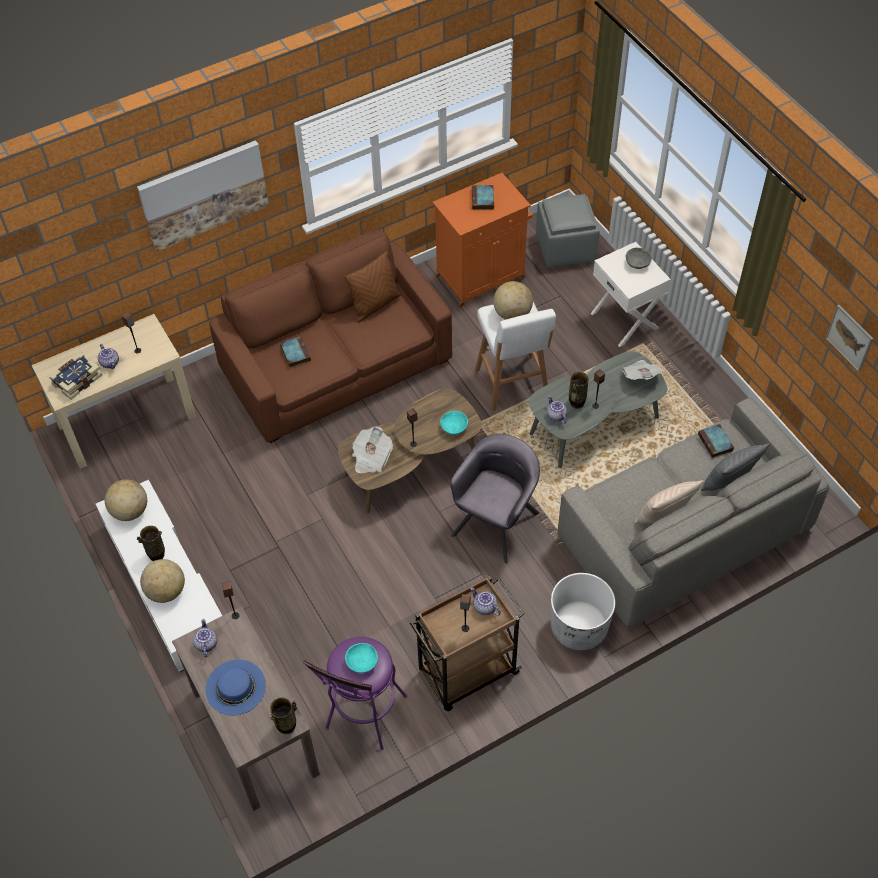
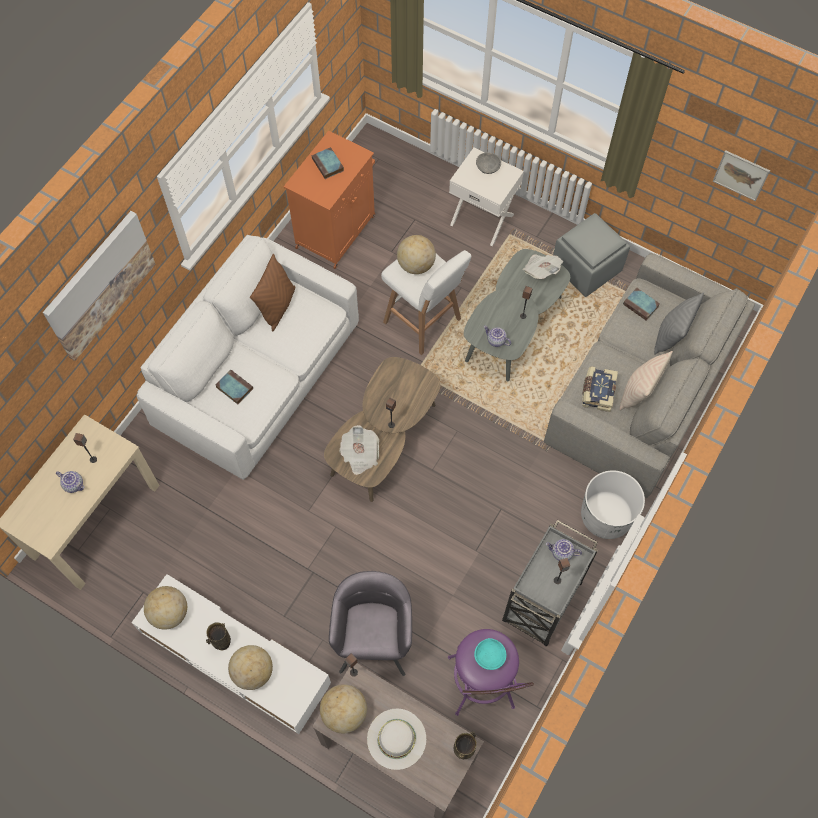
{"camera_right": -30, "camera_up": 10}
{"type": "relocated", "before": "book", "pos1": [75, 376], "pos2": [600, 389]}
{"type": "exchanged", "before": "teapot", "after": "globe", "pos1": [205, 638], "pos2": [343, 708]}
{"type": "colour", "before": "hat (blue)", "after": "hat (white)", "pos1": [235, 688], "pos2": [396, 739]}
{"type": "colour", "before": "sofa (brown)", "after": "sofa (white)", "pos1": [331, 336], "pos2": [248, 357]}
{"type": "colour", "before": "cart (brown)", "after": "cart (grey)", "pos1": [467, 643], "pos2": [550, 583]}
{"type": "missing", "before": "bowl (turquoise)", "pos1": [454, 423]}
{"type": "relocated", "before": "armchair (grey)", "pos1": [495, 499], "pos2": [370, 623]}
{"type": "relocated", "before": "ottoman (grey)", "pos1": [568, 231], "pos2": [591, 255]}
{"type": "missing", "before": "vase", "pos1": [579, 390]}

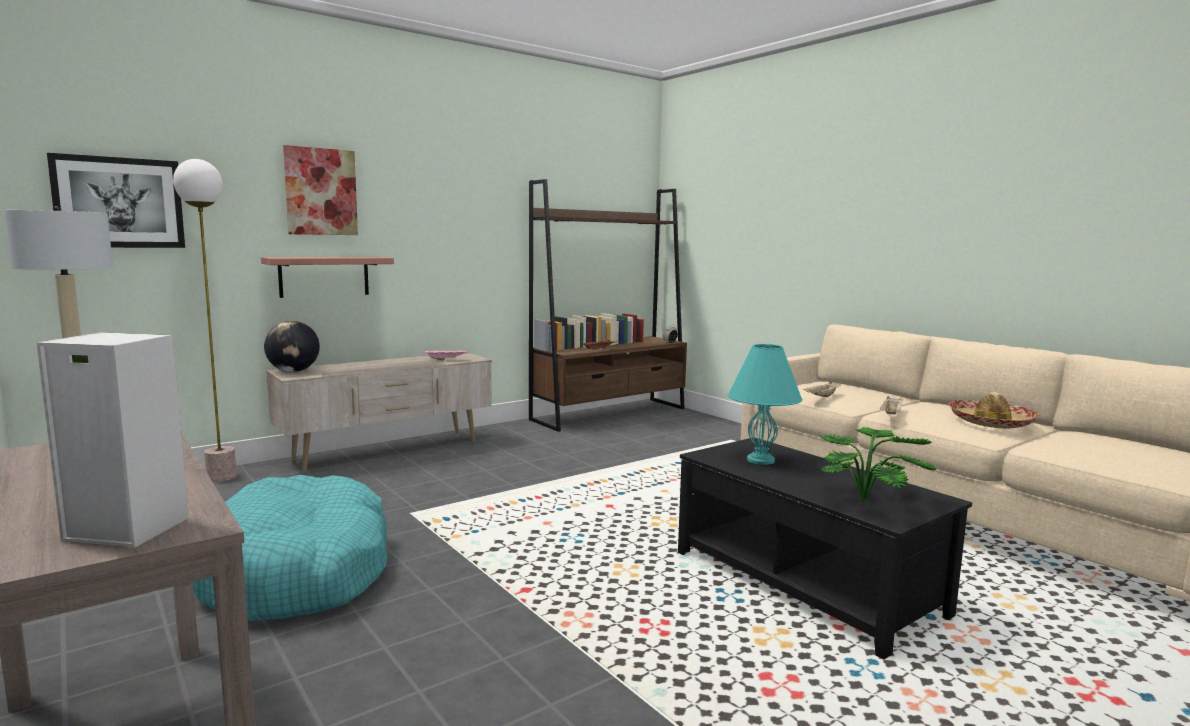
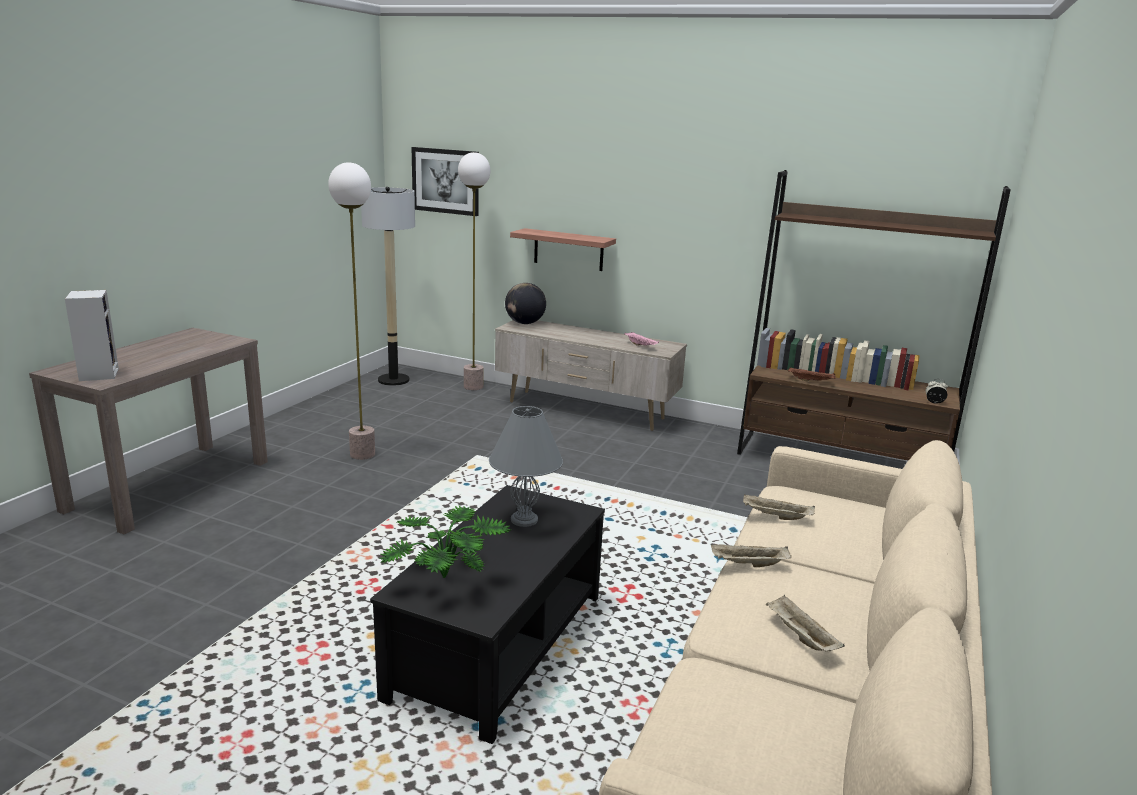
{"camera_right": 60, "camera_up": 10}
{"type": "exchanged", "before": "dog bed (turquoise)", "after": "floor lamp", "pos1": [290, 548], "pos2": [351, 311]}
{"type": "missing", "before": "picture", "pos1": [320, 190]}
{"type": "colour", "before": "table lamp (turquoise)", "after": "table lamp (grey)", "pos1": [765, 404], "pos2": [526, 466]}
{"type": "exchanged", "before": "hat", "after": "tray (beige)", "pos1": [994, 410], "pos2": [805, 623]}

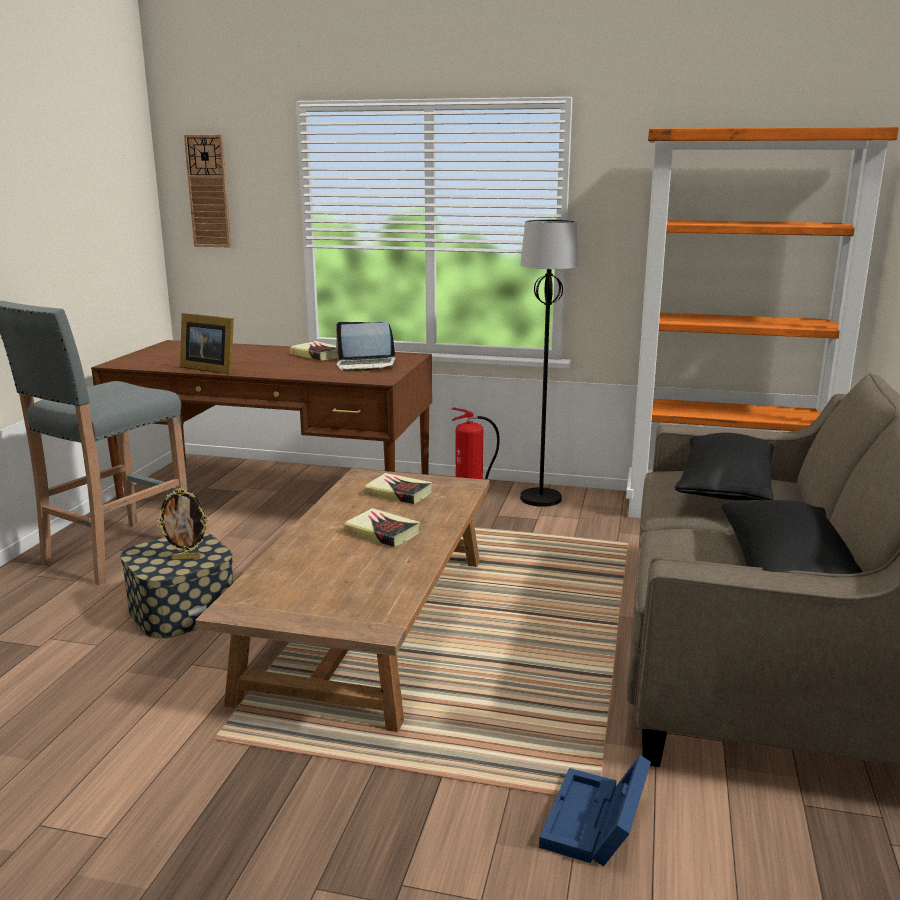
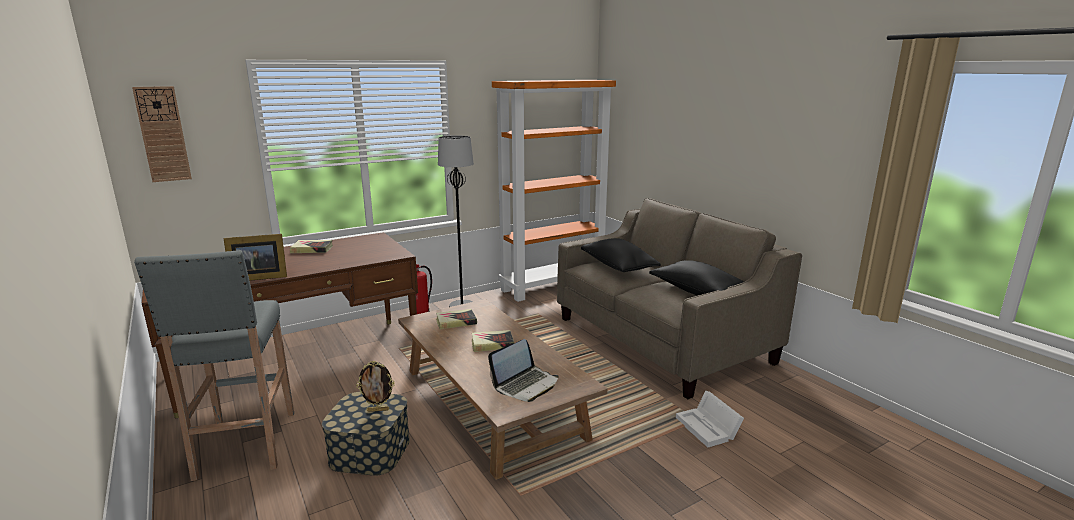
{"camera_right": -45, "camera_up": 0}
{"type": "spun", "before": "picture frame", "pos1": [183, 524], "pos2": [375, 386], "turn": 45}
{"type": "relocated", "before": "laptop", "pos1": [366, 347], "pos2": [523, 370]}
{"type": "colour", "before": "storage box (blue)", "after": "storage box (white)", "pos1": [595, 811], "pos2": [710, 419]}

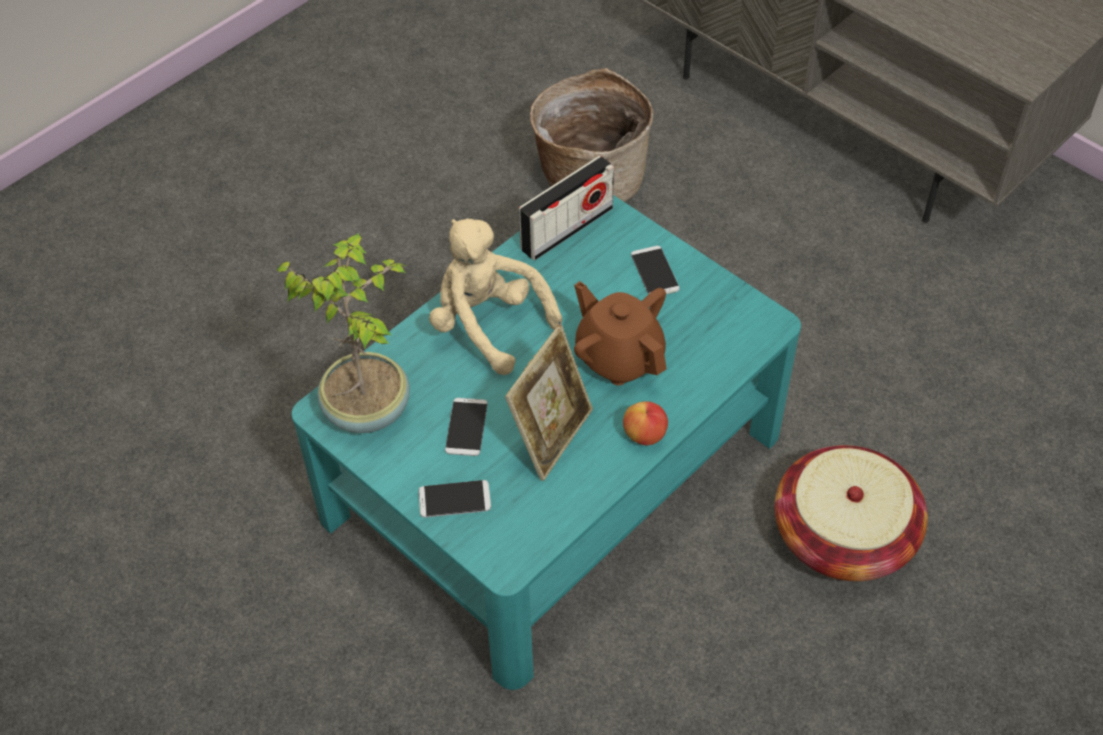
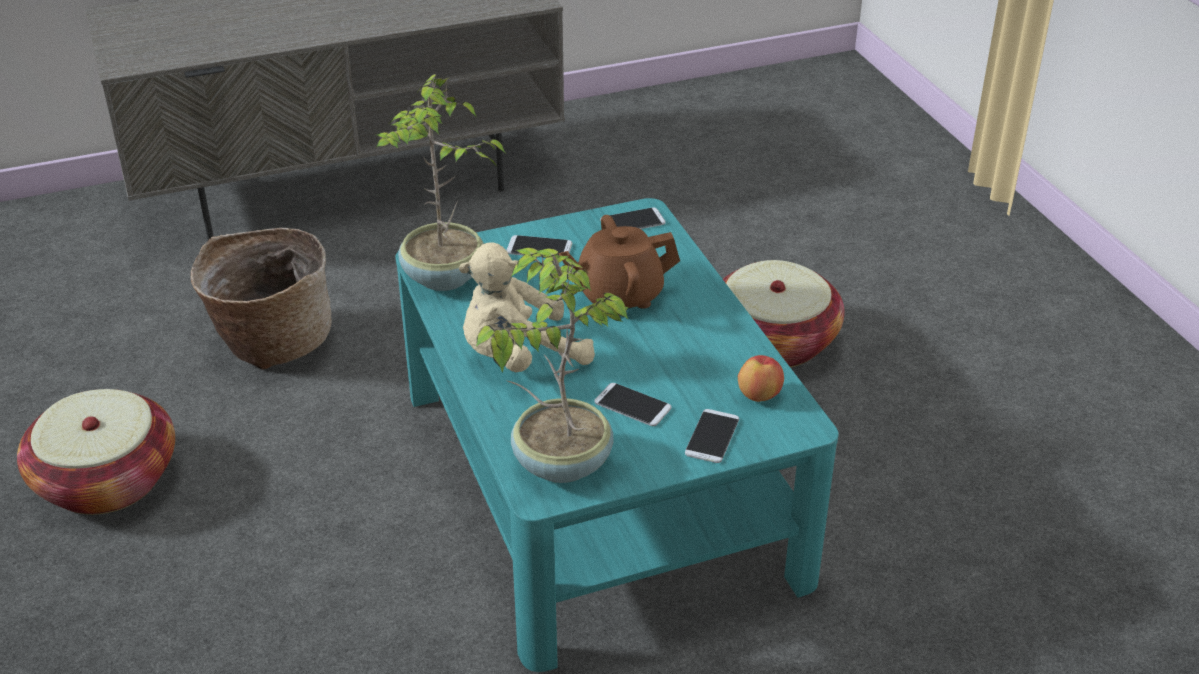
{"camera_right": -65, "camera_up": -15}
{"type": "missing", "before": "picture frame", "pos1": [549, 403]}
{"type": "exchanged", "before": "radio", "after": "potted plant", "pos1": [566, 208], "pos2": [440, 182]}
{"type": "relocated", "before": "apple", "pos1": [645, 423], "pos2": [761, 378]}
{"type": "appeared", "after": "basket", "pos2": [96, 452]}
{"type": "appeared", "after": "phone", "pos2": [633, 218]}

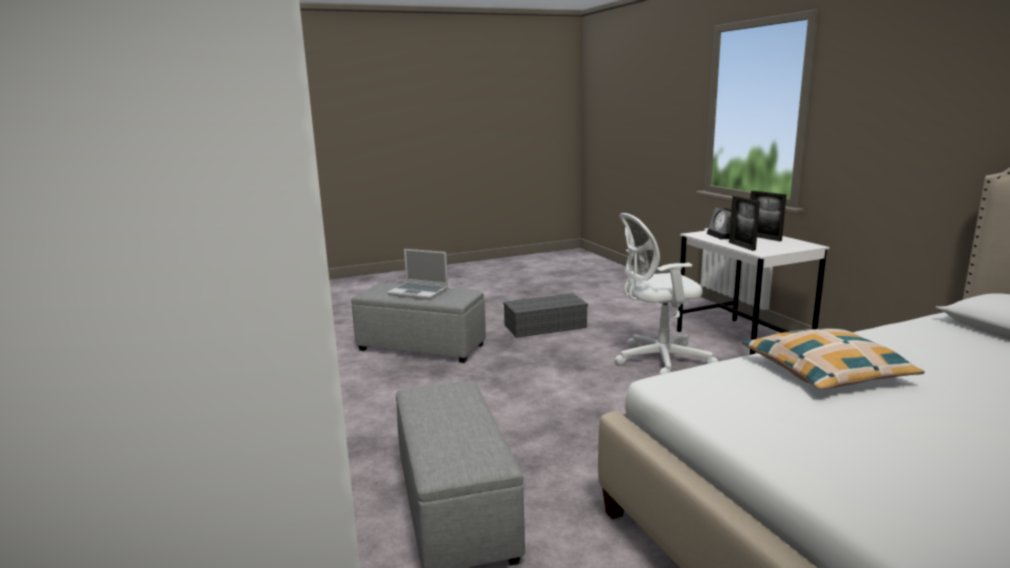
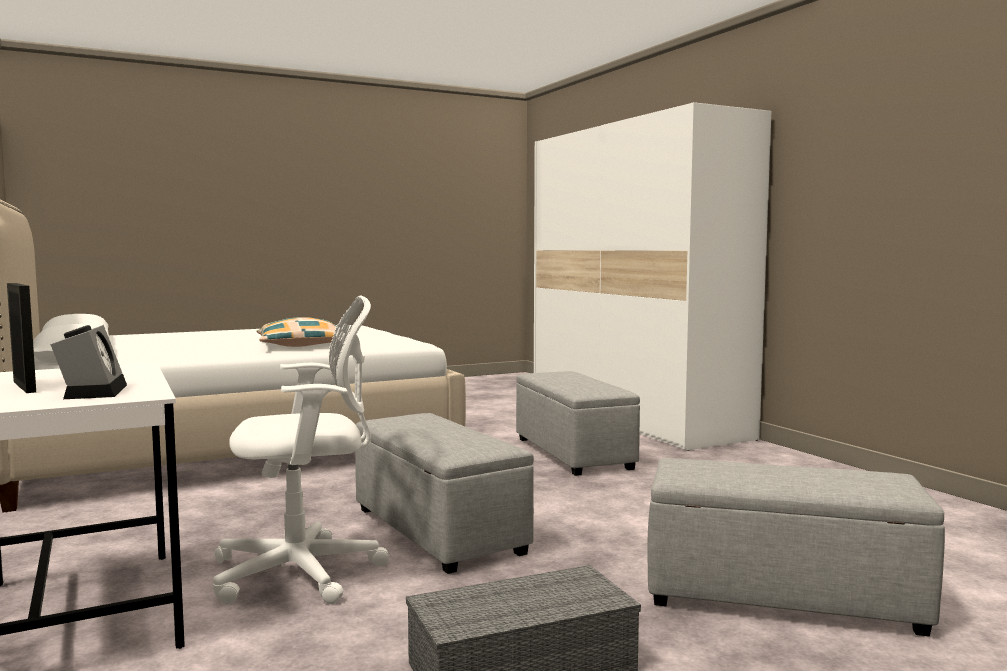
{"camera_right": 175, "camera_up": -10}
{"type": "missing", "before": "laptop", "pos1": [417, 274]}
{"type": "missing", "before": "picture frame", "pos1": [744, 223]}
{"type": "appeared", "after": "ottoman (grey)", "pos2": [444, 493]}

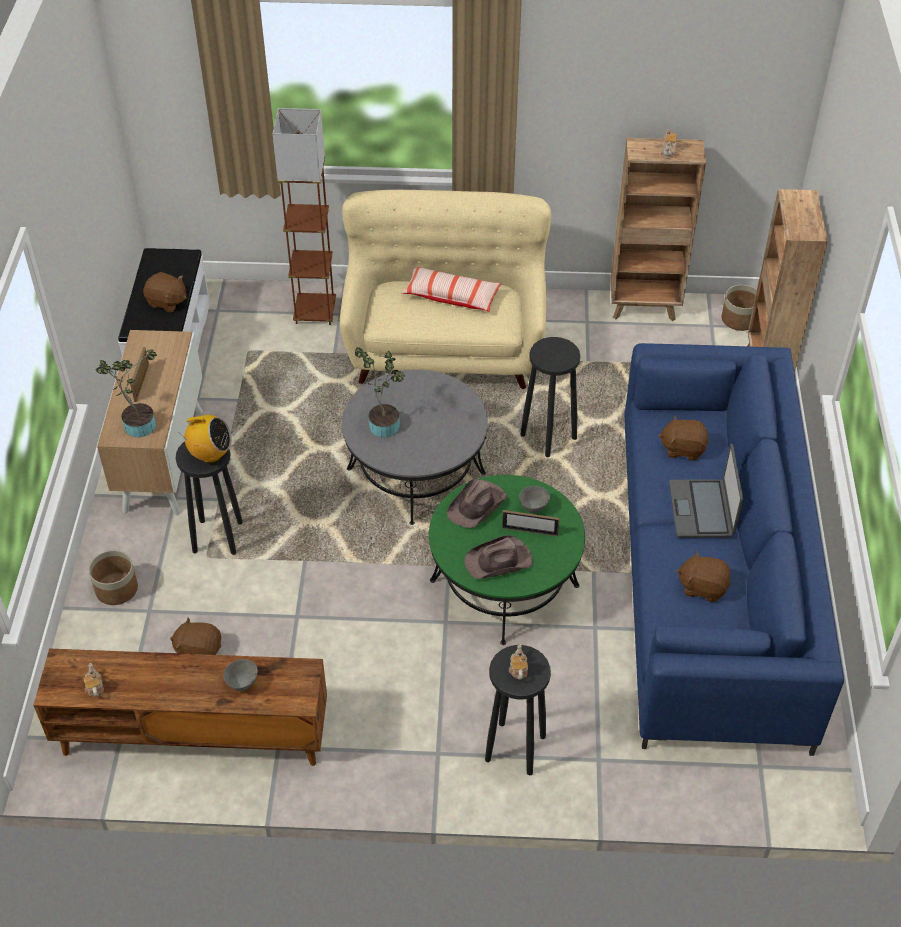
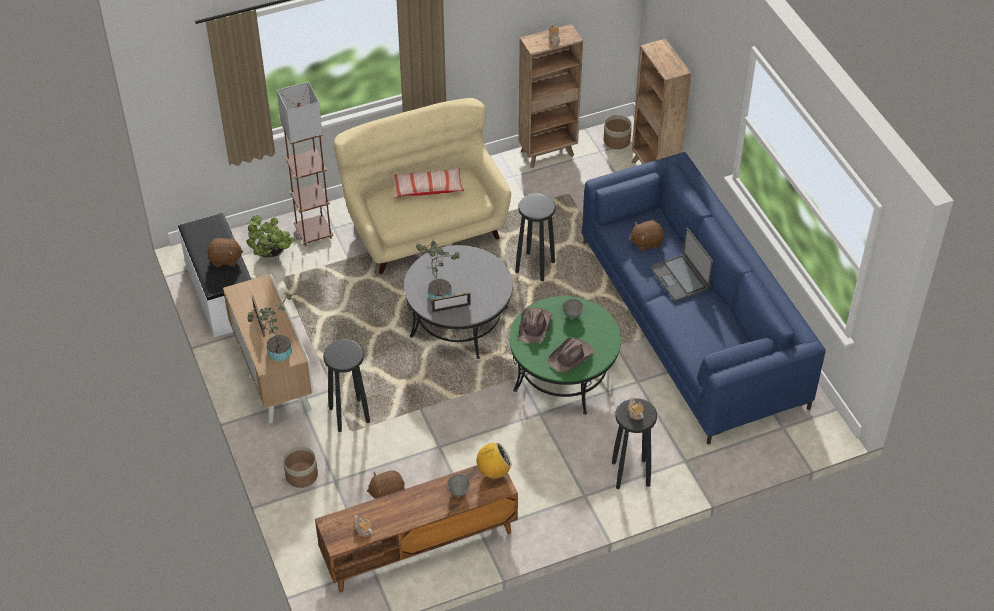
{"camera_right": -25, "camera_up": 0}
{"type": "relocated", "before": "radio", "pos1": [205, 439], "pos2": [494, 461]}
{"type": "relocated", "before": "picture frame", "pos1": [531, 523], "pos2": [451, 302]}
{"type": "missing", "before": "plush toy (brown)", "pos1": [703, 576]}
{"type": "appeared", "after": "potted plant", "pos2": [270, 238]}

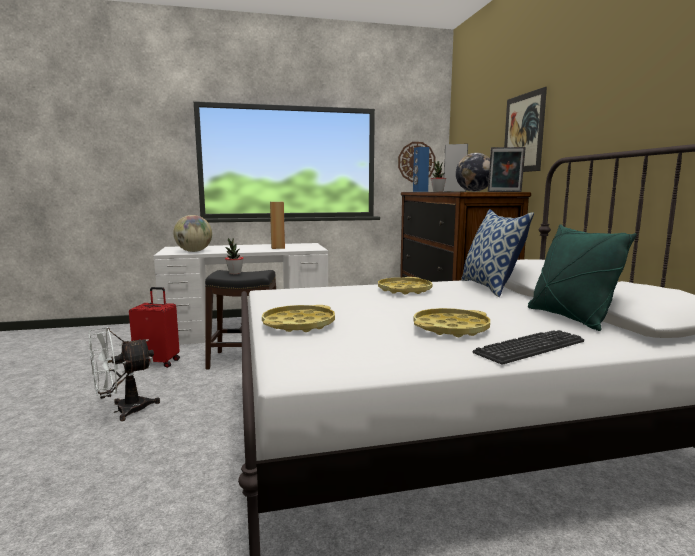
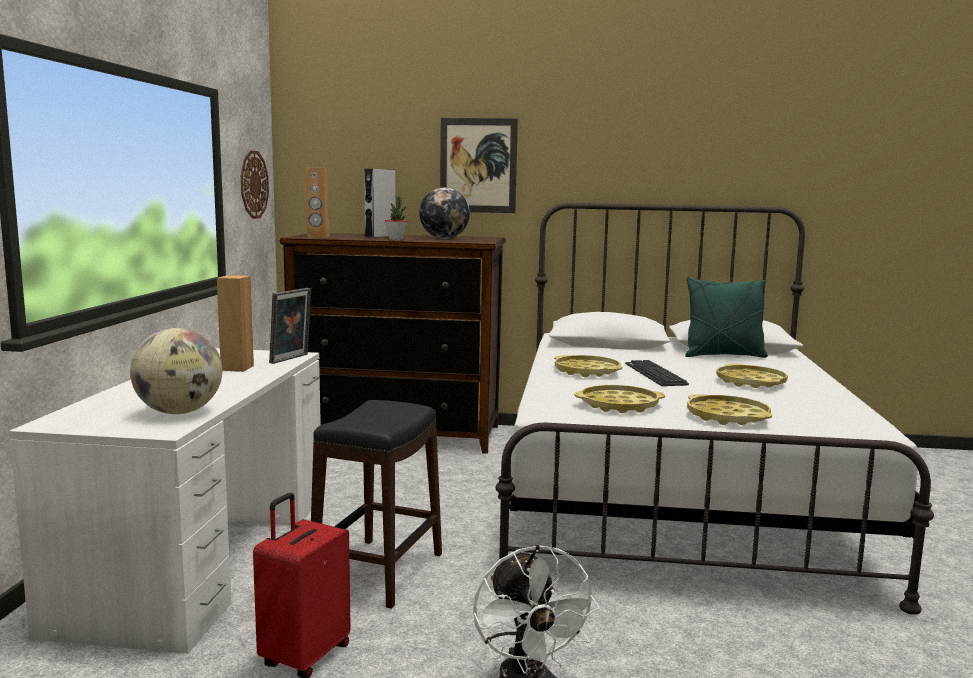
{"camera_right": -70, "camera_up": 0}
{"type": "missing", "before": "potted plant", "pos1": [234, 256]}
{"type": "colour", "before": "speaker (blue)", "after": "speaker (brown)", "pos1": [421, 169], "pos2": [317, 202]}
{"type": "missing", "before": "pillow", "pos1": [497, 253]}
{"type": "relocated", "before": "keyboard", "pos1": [528, 347], "pos2": [657, 373]}
{"type": "relocated", "before": "picture frame", "pos1": [507, 169], "pos2": [290, 326]}
{"type": "appeared", "after": "tray (yellow)", "pos2": [619, 399]}

